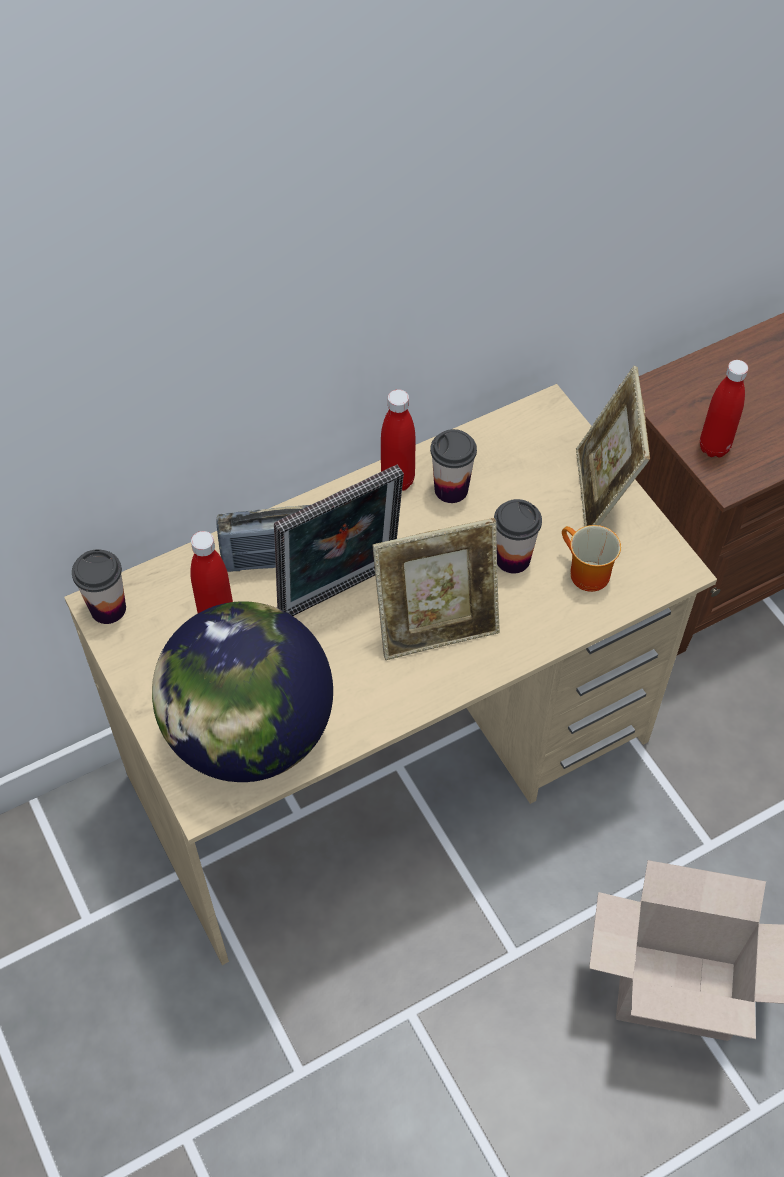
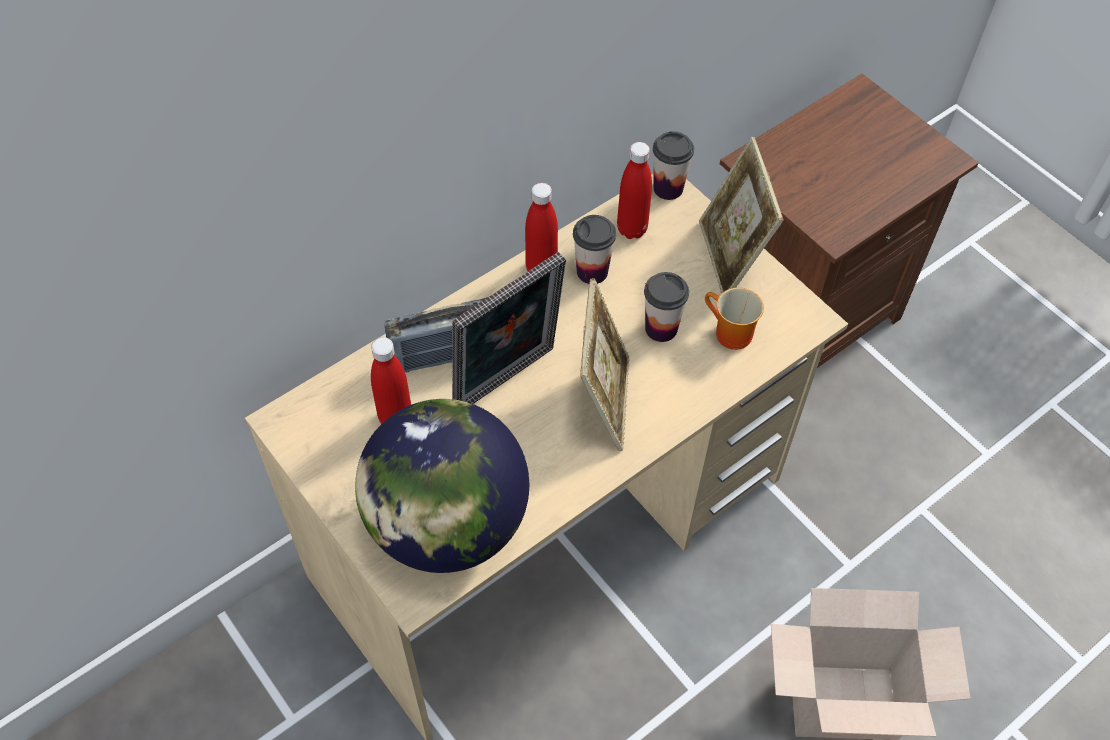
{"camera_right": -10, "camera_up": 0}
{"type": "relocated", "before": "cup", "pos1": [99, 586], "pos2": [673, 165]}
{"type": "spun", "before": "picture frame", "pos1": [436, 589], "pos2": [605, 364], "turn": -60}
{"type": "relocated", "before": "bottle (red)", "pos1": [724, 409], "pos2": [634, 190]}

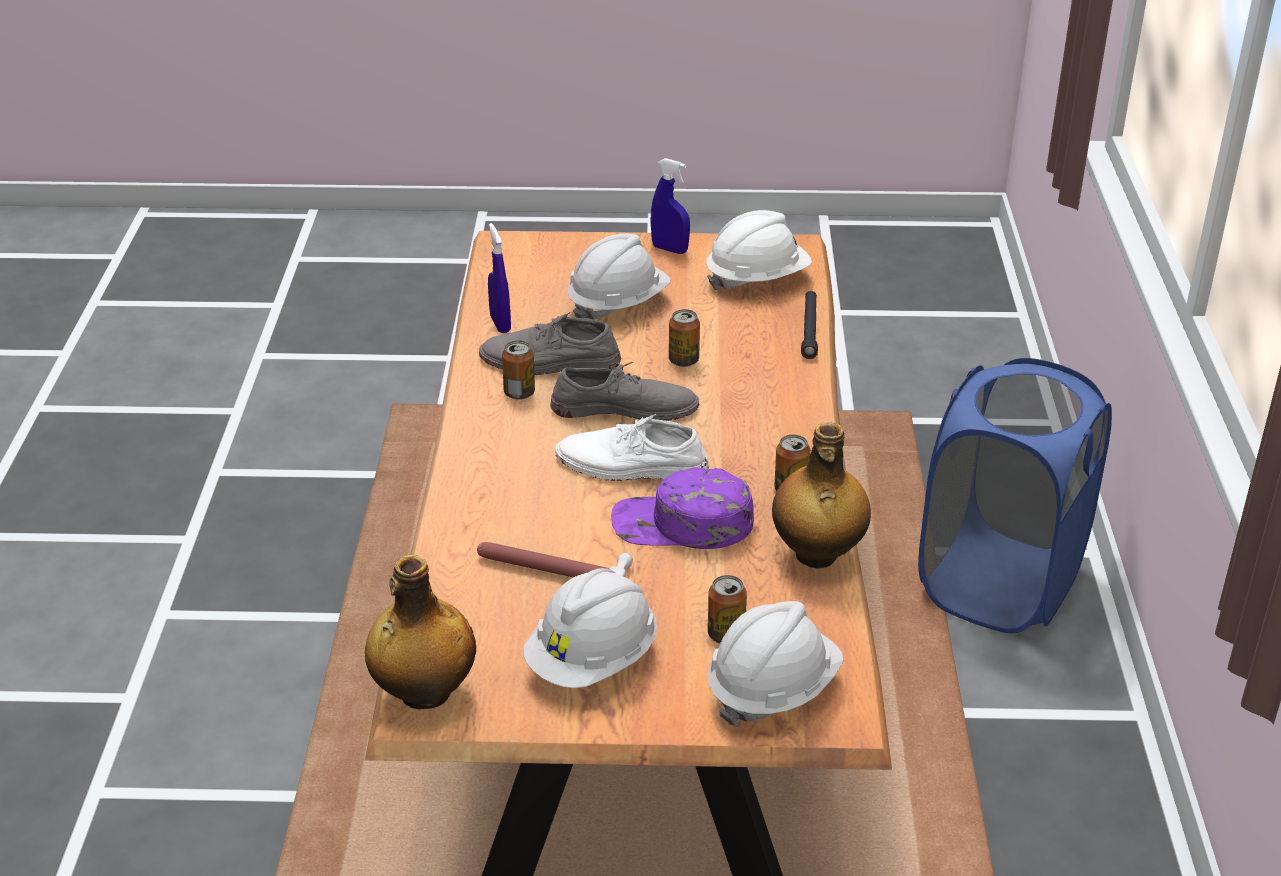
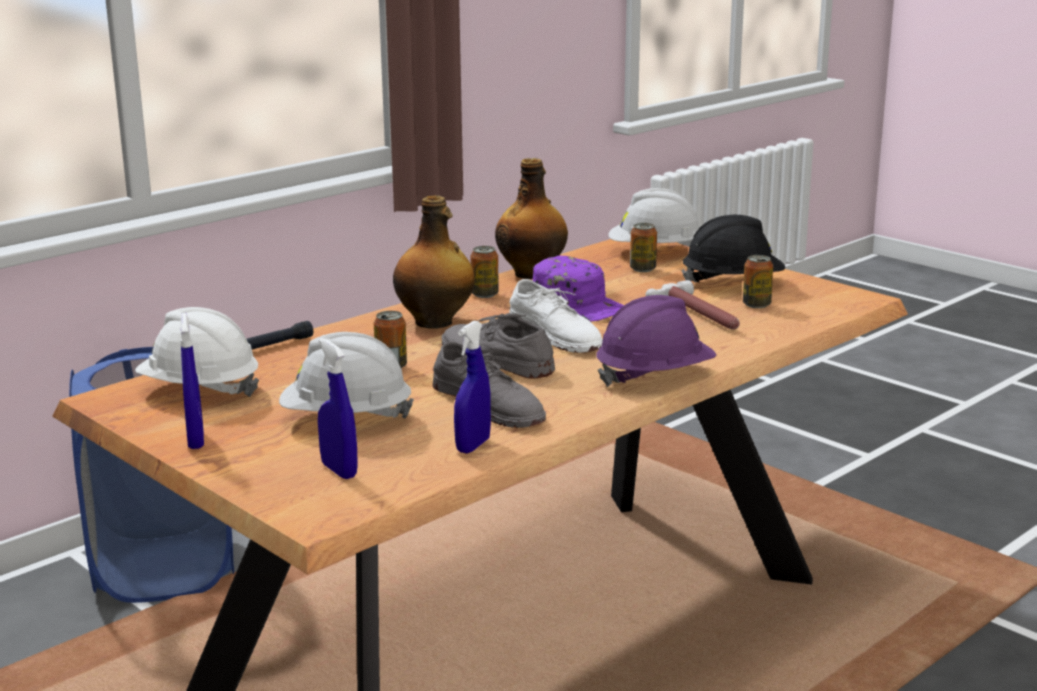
{"camera_right": -135, "camera_up": -15}
{"type": "relocated", "before": "bottle", "pos1": [420, 632], "pos2": [434, 262]}
{"type": "relocated", "before": "can", "pos1": [518, 370], "pos2": [758, 281]}
{"type": "colour", "before": "hard hat (white)", "after": "hard hat (black)", "pos1": [590, 628], "pos2": [733, 249]}
{"type": "appeared", "after": "spray bottle (blue)", "pos2": [338, 408]}
{"type": "appeared", "after": "hard hat (purple)", "pos2": [656, 341]}

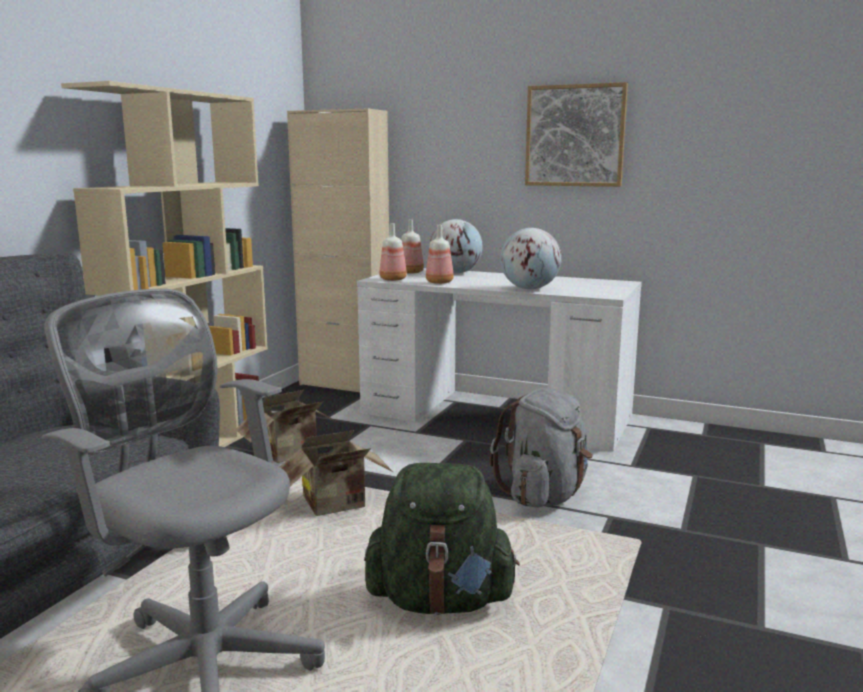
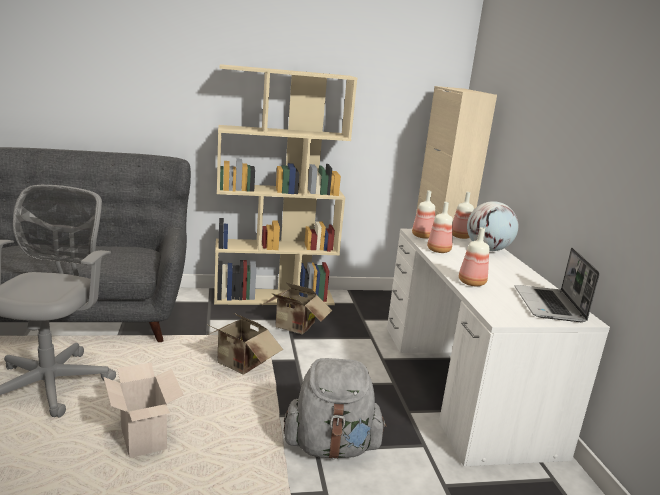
{"camera_right": 55, "camera_up": 5}
{"type": "exchanged", "before": "backpack (green)", "after": "cardboard box", "pos1": [442, 539], "pos2": [144, 410]}
{"type": "exchanged", "before": "globe", "after": "bottle", "pos1": [531, 258], "pos2": [474, 256]}
{"type": "missing", "before": "picture", "pos1": [576, 134]}
{"type": "appeared", "after": "laptop", "pos2": [557, 285]}

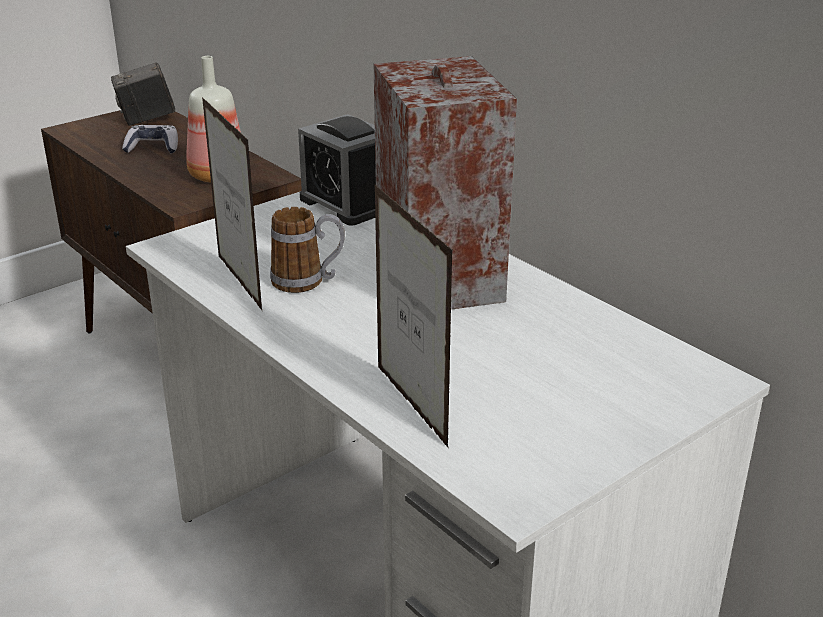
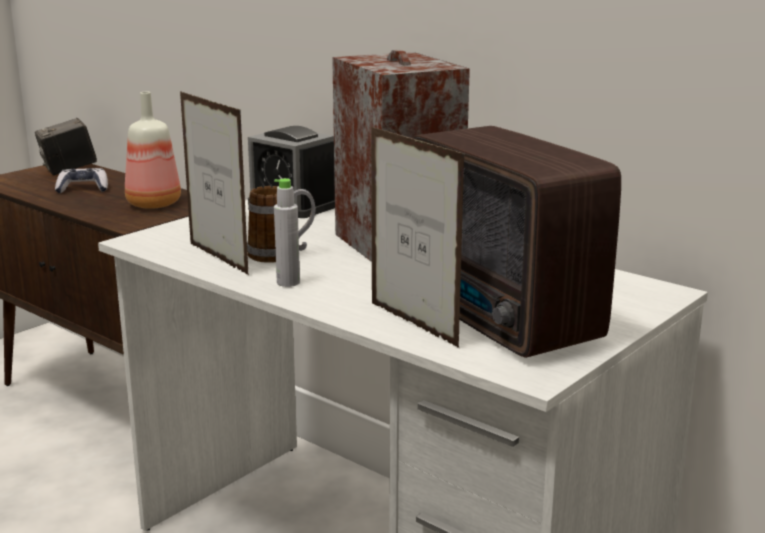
{"camera_right": -10, "camera_up": -10}
{"type": "appeared", "after": "bottle (grey)", "pos2": [287, 232]}
{"type": "appeared", "after": "radio", "pos2": [516, 242]}

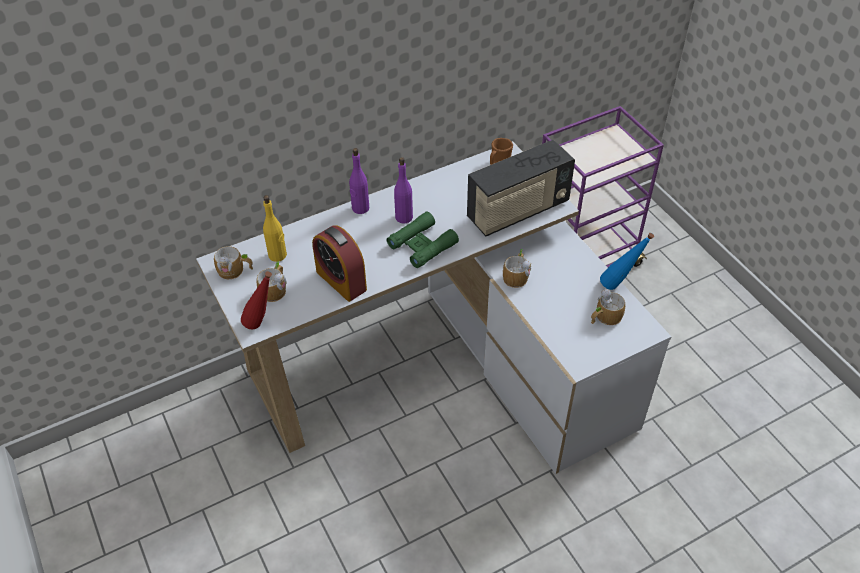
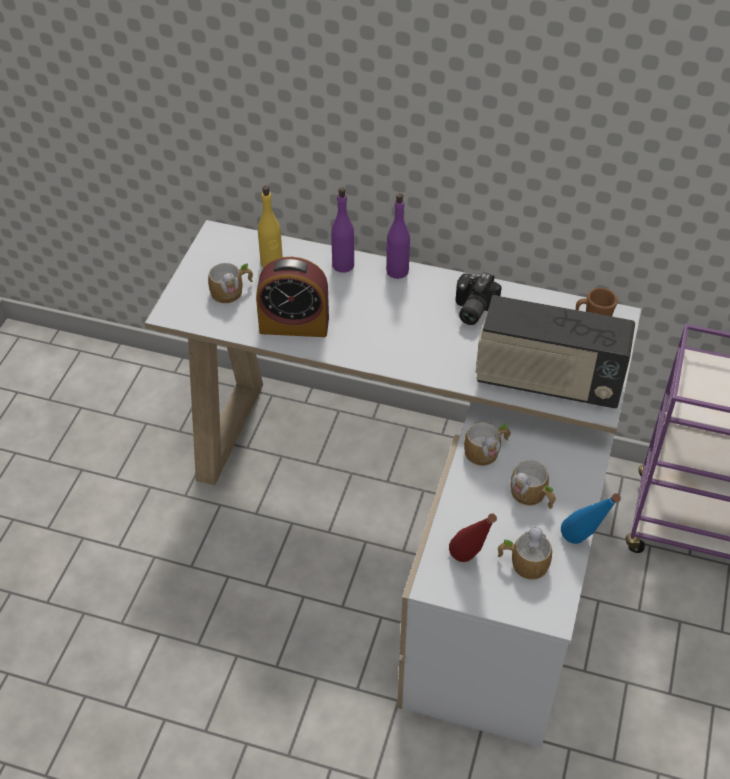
{"camera_right": 45, "camera_up": 0}
{"type": "relocated", "before": "mug", "pos1": [233, 262], "pos2": [533, 485]}
{"type": "relocated", "before": "bottle (red)", "pos1": [256, 300], "pos2": [473, 538]}
{"type": "spun", "before": "alarm clock", "pos1": [339, 263], "pos2": [292, 297], "turn": -90}
{"type": "missing", "before": "binoculars (green)", "pos1": [423, 239]}
{"type": "relocated", "before": "bottle (purple)", "pos1": [403, 190], "pos2": [342, 229]}
{"type": "appeared", "after": "photo camera", "pos2": [479, 298]}

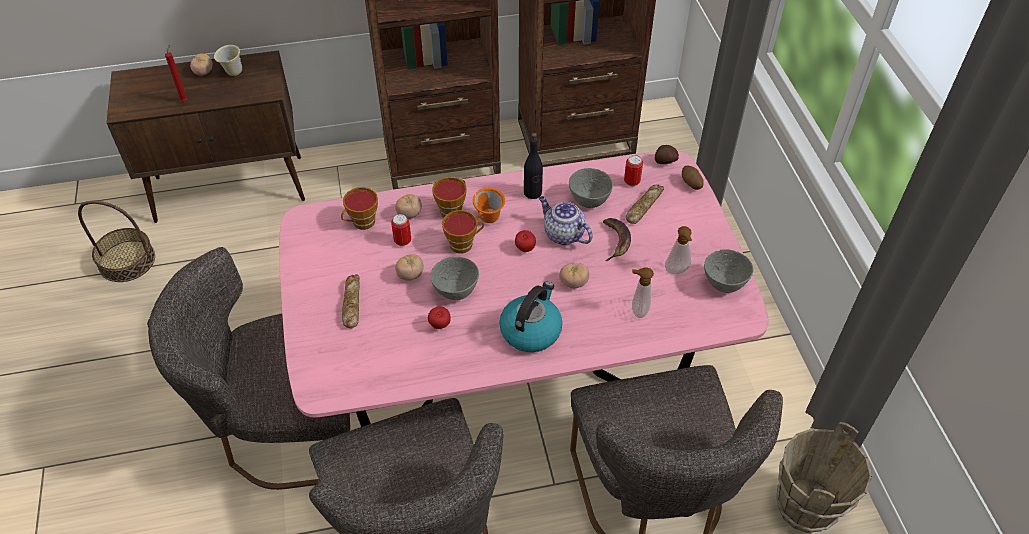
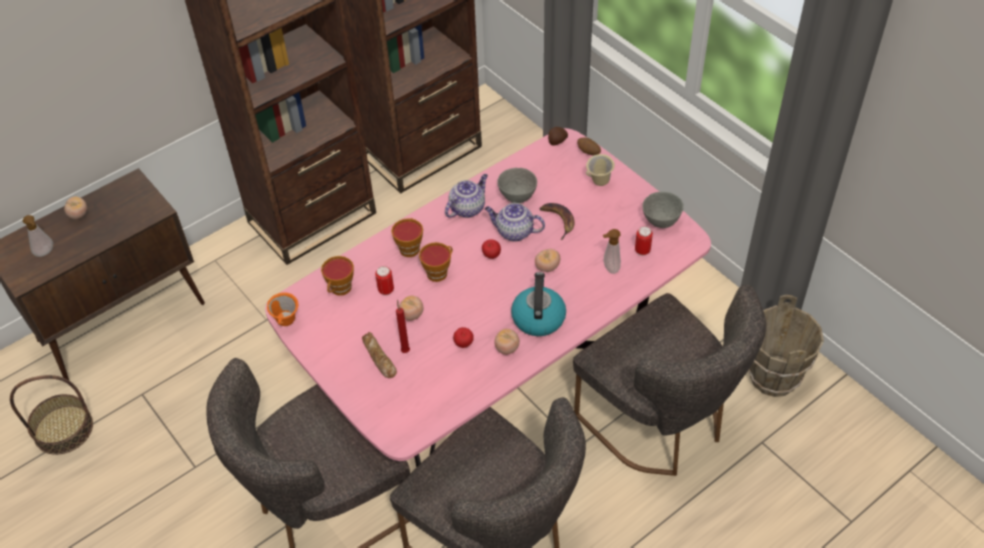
{"camera_right": -25, "camera_up": 0}
{"type": "relocated", "before": "candle (red)", "pos1": [176, 73], "pos2": [403, 326]}
{"type": "relocated", "before": "mug (beige)", "pos1": [228, 60], "pos2": [600, 170]}
{"type": "relocated", "before": "tomato", "pos1": [408, 206], "pos2": [507, 342]}
{"type": "missing", "before": "bowl (grey)", "pos1": [454, 278]}
{"type": "relocated", "before": "mug (orange)", "pos1": [489, 205], "pos2": [282, 309]}
{"type": "exchanged", "before": "bottle (black)", "after": "teapot", "pos1": [533, 166], "pos2": [466, 196]}
{"type": "relocated", "before": "can", "pos1": [633, 171], "pos2": [644, 241]}
{"type": "missing", "before": "bread", "pos1": [645, 204]}
{"type": "relocated", "before": "soap dispenser", "pos1": [678, 250], "pos2": [38, 236]}

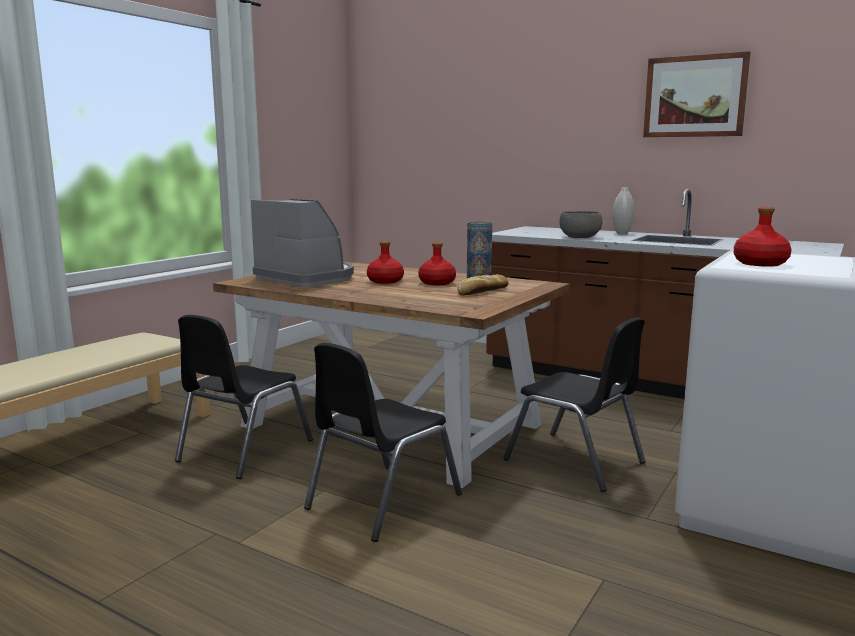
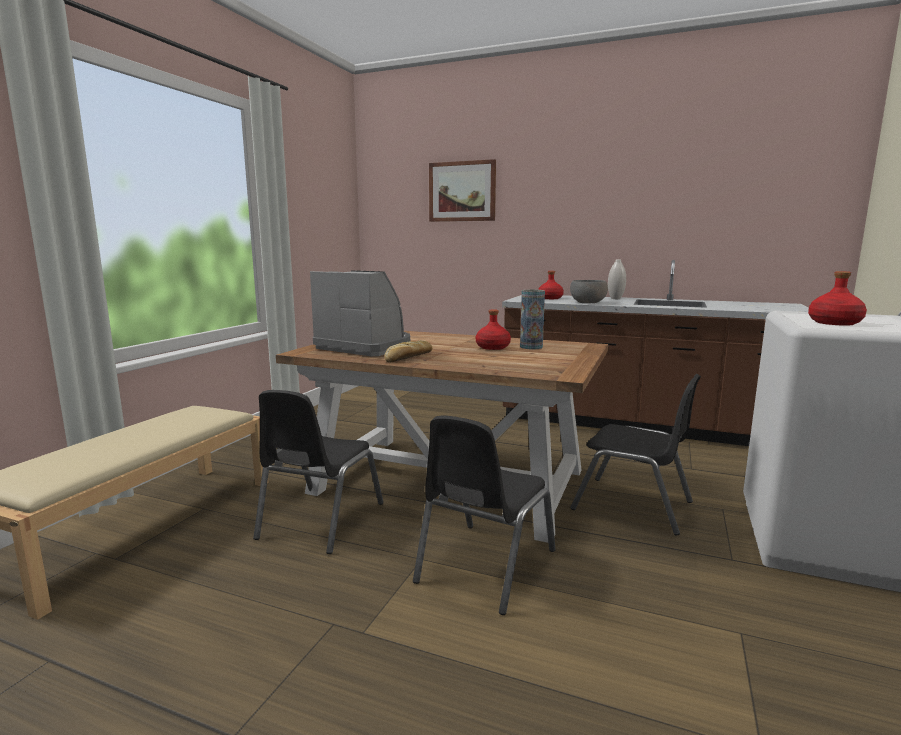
{"camera_right": -10, "camera_up": 0}
{"type": "relocated", "before": "bottle (red)", "pos1": [385, 262], "pos2": [551, 285]}
{"type": "relocated", "before": "bread", "pos1": [483, 285], "pos2": [408, 351]}
{"type": "relocated", "before": "picture", "pos1": [696, 94], "pos2": [462, 190]}

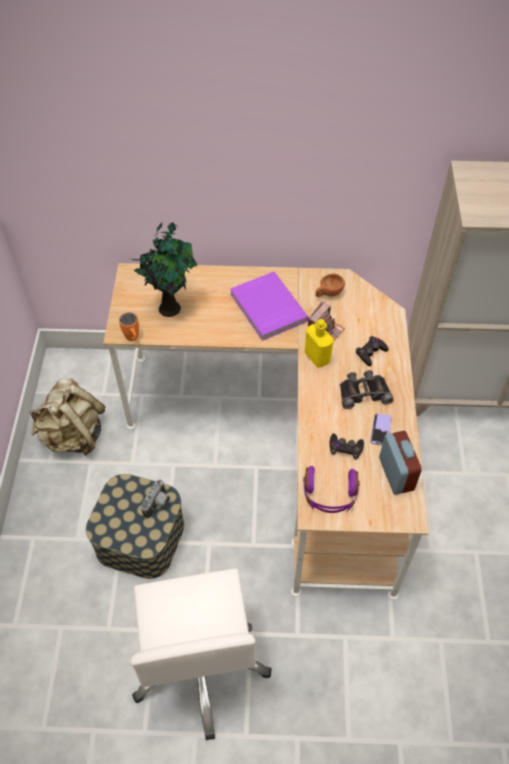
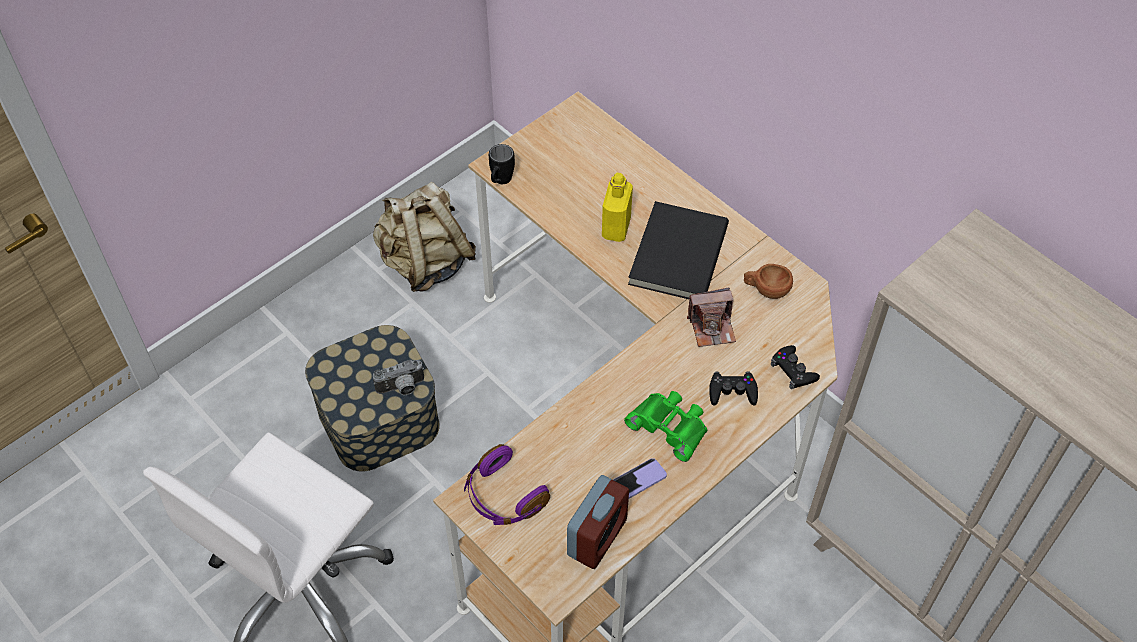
{"camera_right": 45, "camera_up": 0}
{"type": "colour", "before": "mug (orange)", "after": "mug (black)", "pos1": [129, 326], "pos2": [502, 164]}
{"type": "missing", "before": "potted plant", "pos1": [165, 269]}
{"type": "colour", "before": "book (purple)", "after": "book (black)", "pos1": [269, 306], "pos2": [678, 250]}
{"type": "relocated", "before": "bottle (yellow)", "pos1": [319, 343], "pos2": [617, 207]}
{"type": "relocated", "before": "game controller (black)", "pos1": [346, 446], "pos2": [795, 367]}
{"type": "colour", "before": "binoculars (black)", "after": "binoculars (green)", "pos1": [367, 389], "pos2": [665, 426]}

